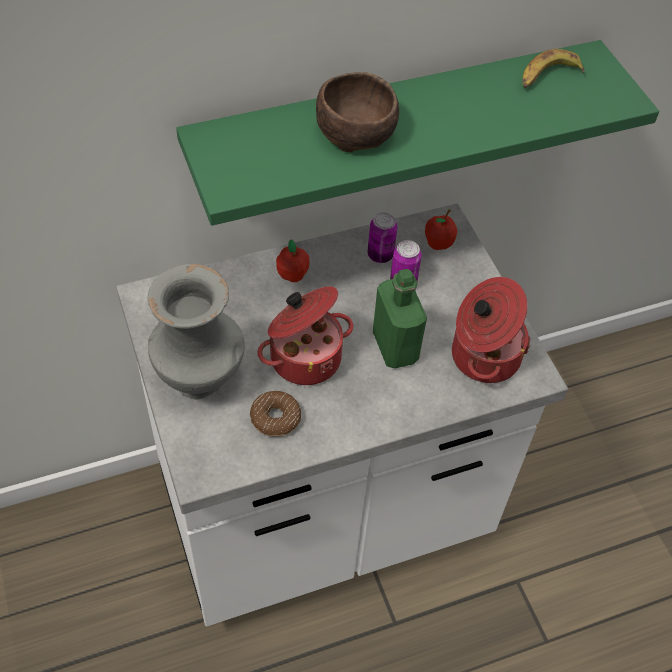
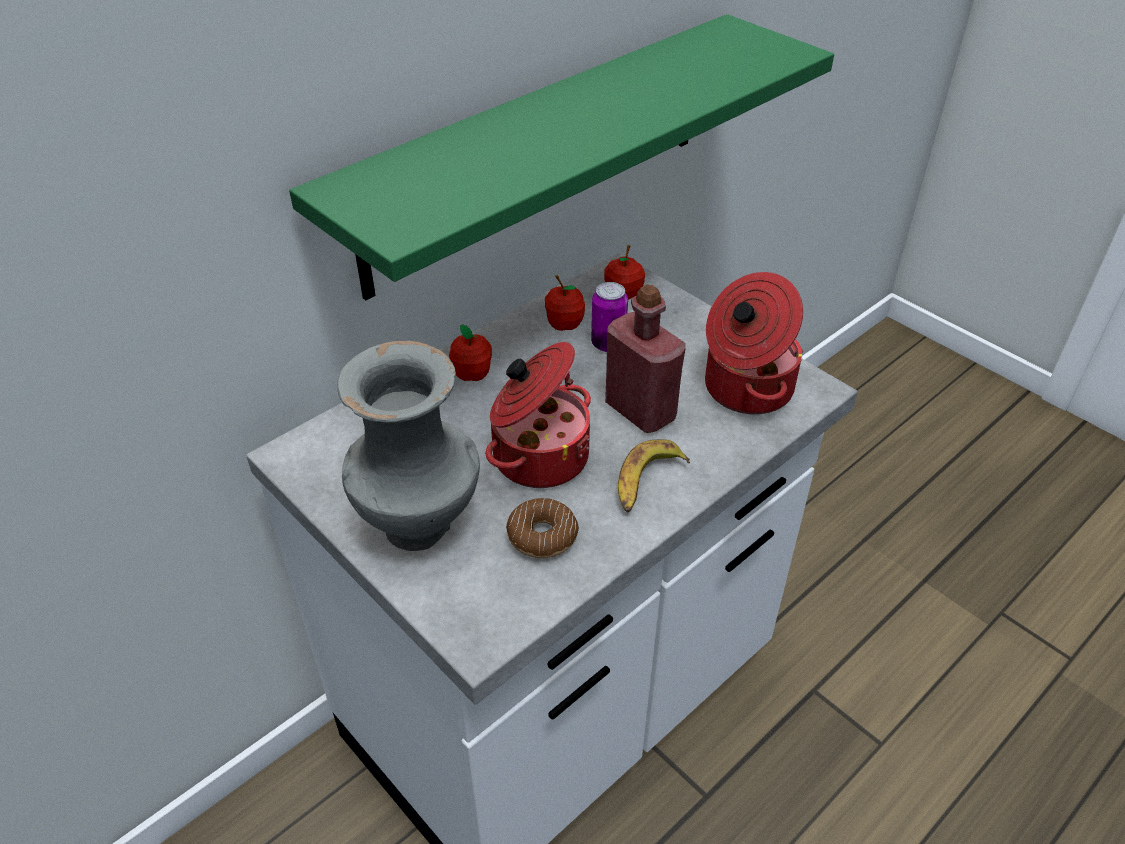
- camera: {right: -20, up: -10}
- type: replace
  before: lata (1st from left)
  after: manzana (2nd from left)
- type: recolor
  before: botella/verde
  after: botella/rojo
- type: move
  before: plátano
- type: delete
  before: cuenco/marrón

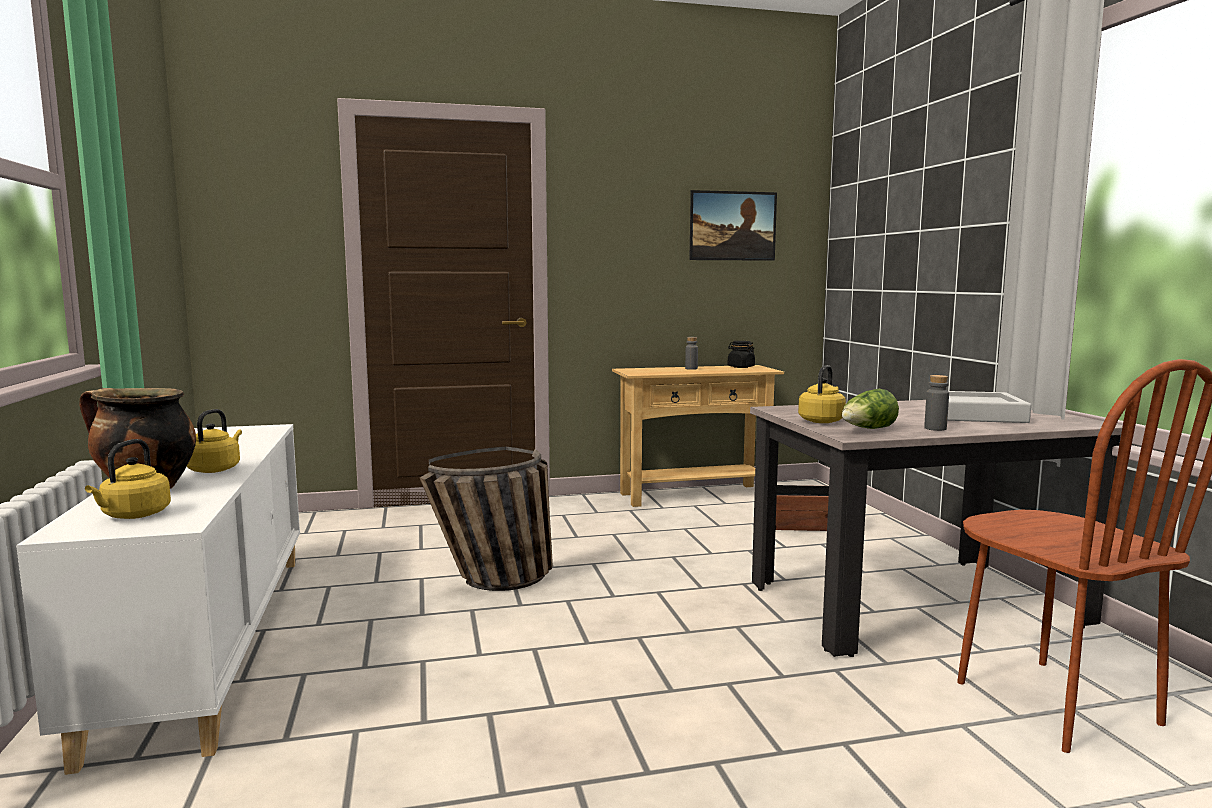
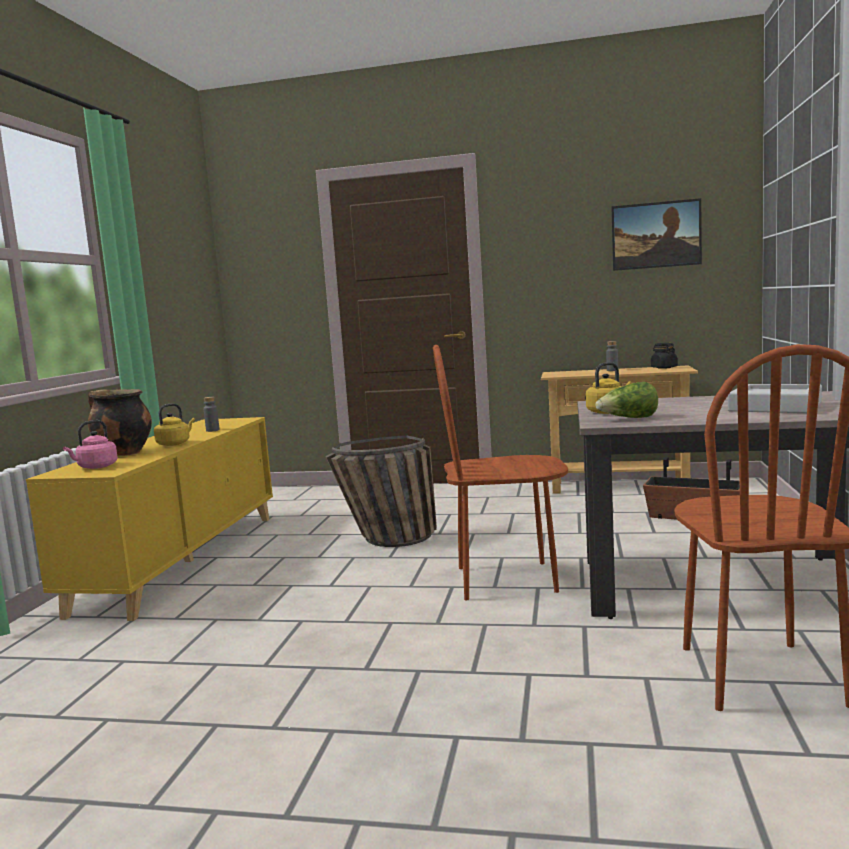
- camera: {right: 25, up: 0}
- type: recolor
  before: armario/blanco
  after: armario/amarillo
- type: recolor
  before: hervidor/amarillo (1st from left)
  after: hervidor/rosa
- type: move
  before: botella/gris (2nd from left in the first image)
  after: botella/gris (1st from left)
- type: insert
  after: silla/marrón (1st from left)

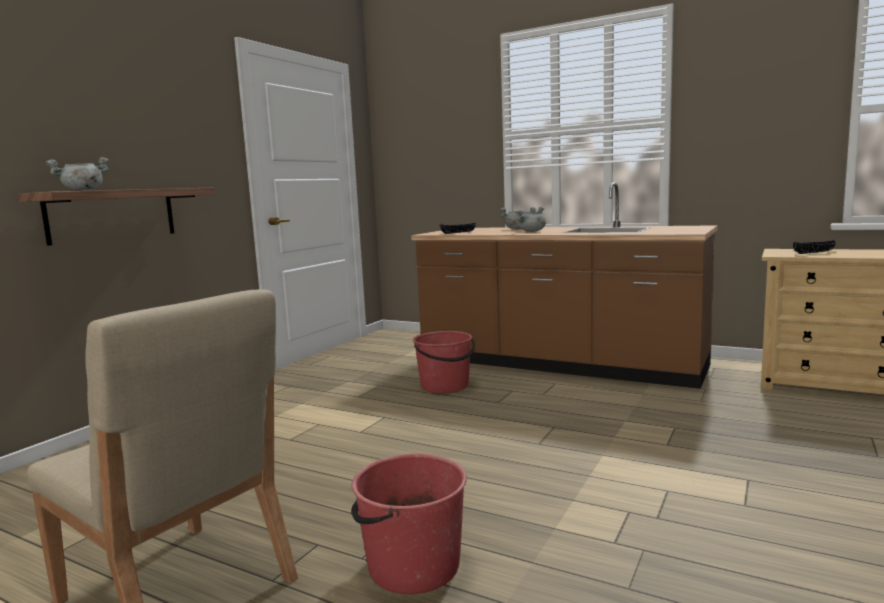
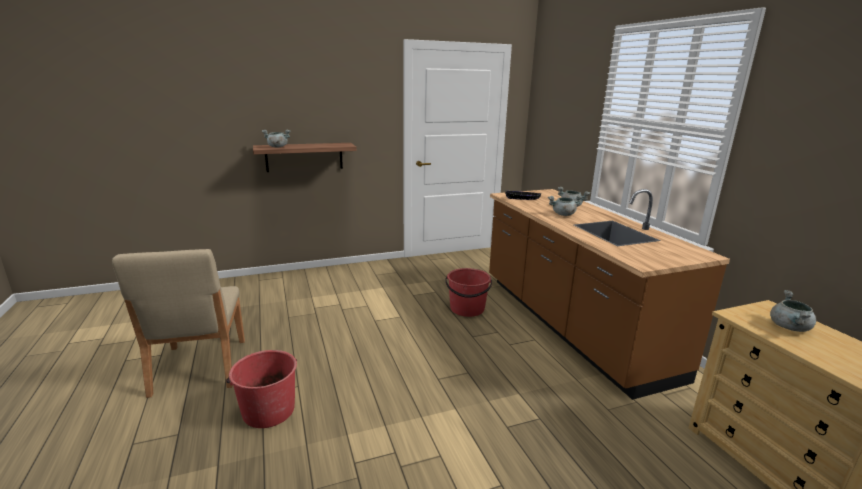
- camera: {right: 40, up: 10}
- type: replace
  before: cuenco/negro (2nd from left)
  after: olla/gris (4th from left)

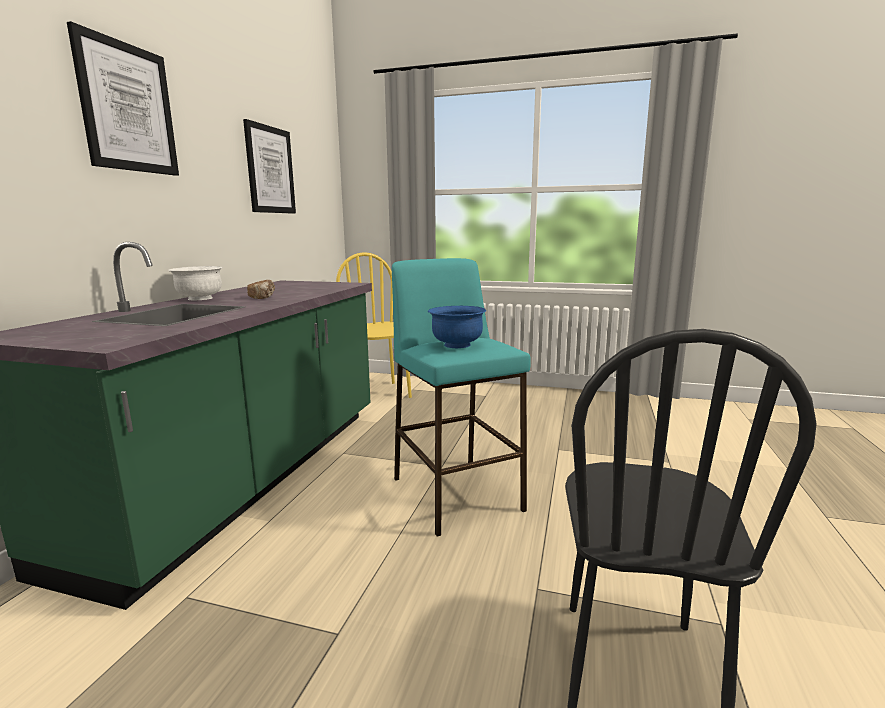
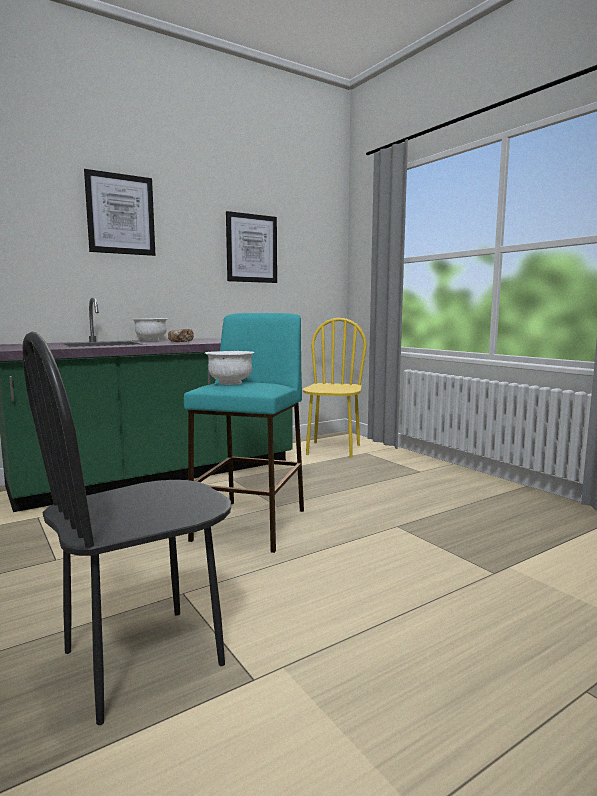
- camera: {right: 40, up: -5}
- type: recolor
  before: cuenco/azul
  after: cuenco/blanco (2nd from left)

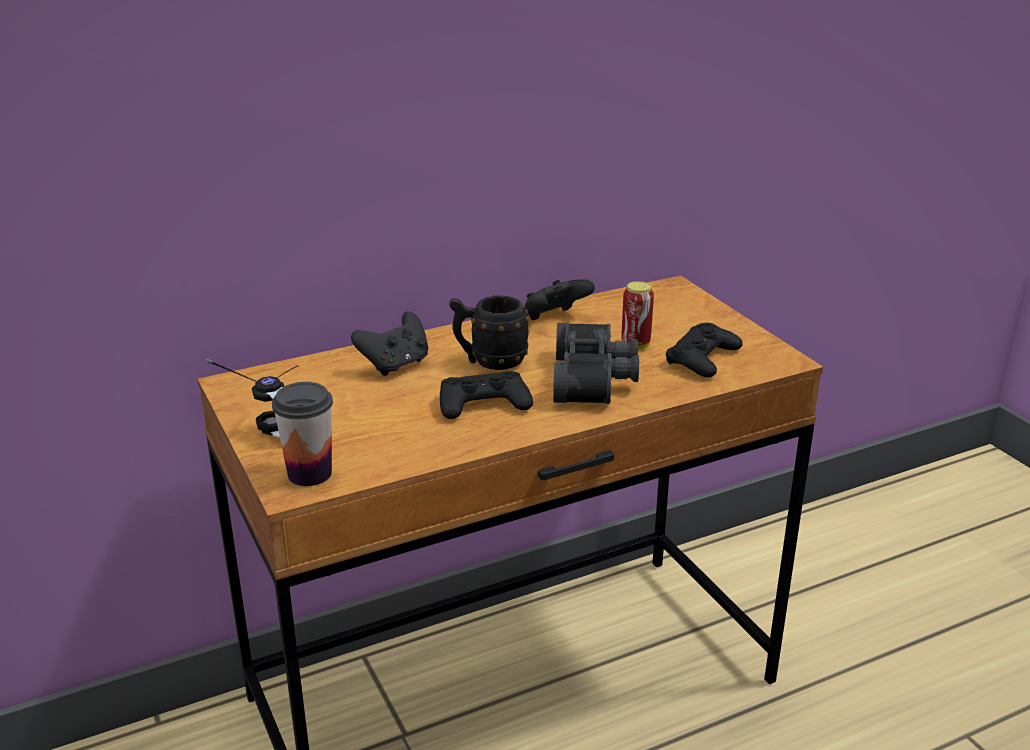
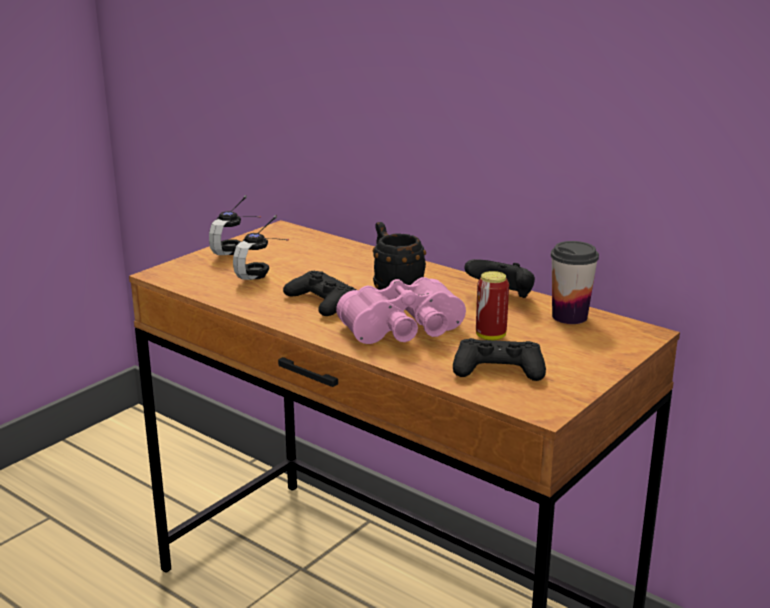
- camera: {right: 65, up: -5}
- type: insert
  after: auriculares (2nd from left)
- type: recolor
  before: prismáticos/negro
  after: prismáticos/rosa
- type: move
  before: taza
- type: delete
  before: mando de consola/negro (1st from left)

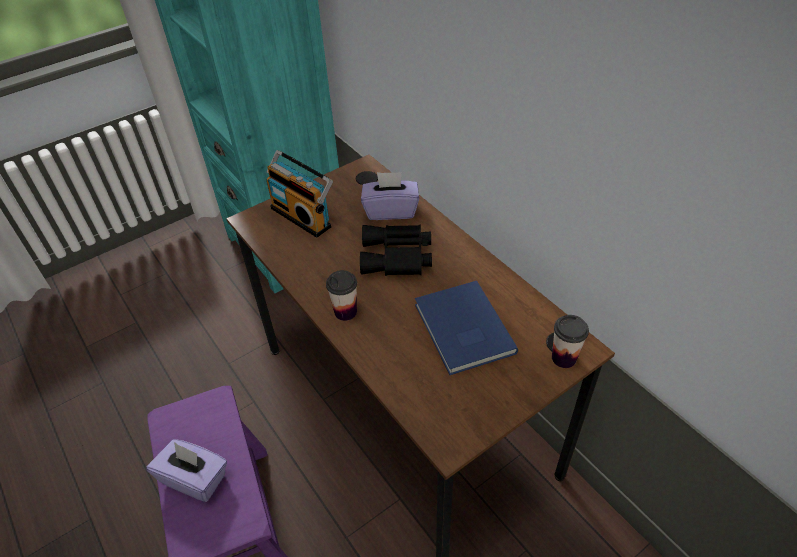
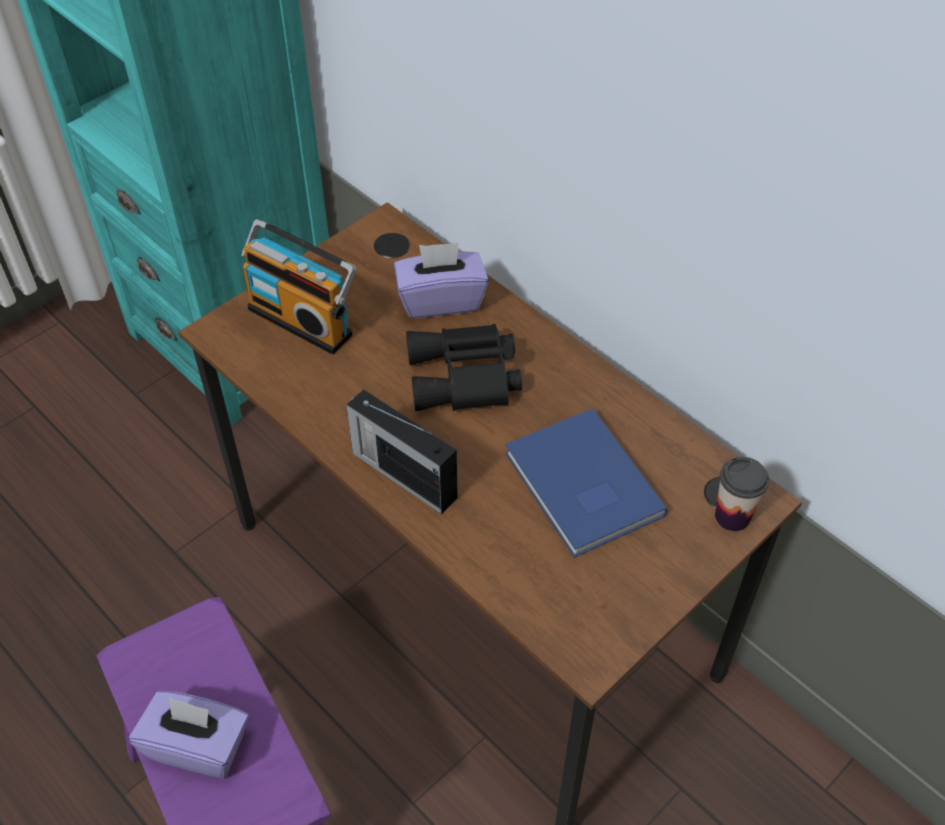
- camera: {right: -10, up: 5}
- type: replace
  before: taza (1st from left)
  after: radio (2nd from left)

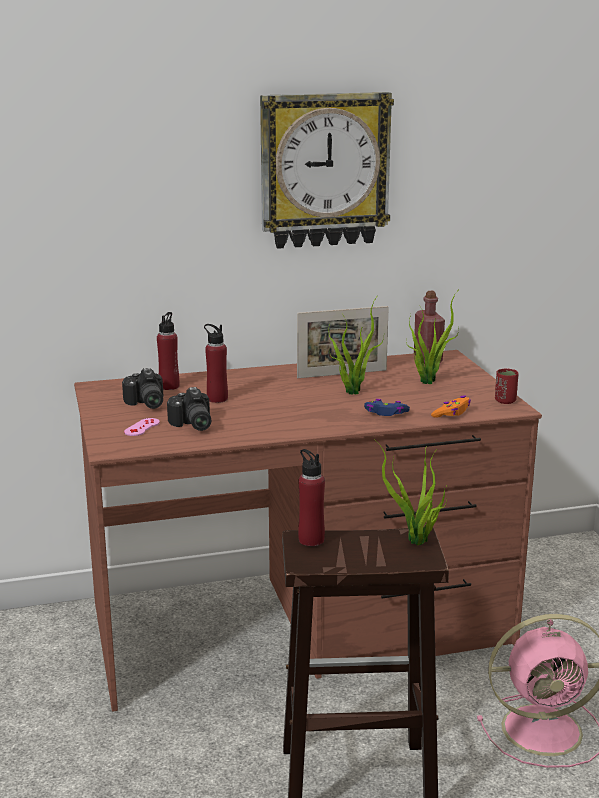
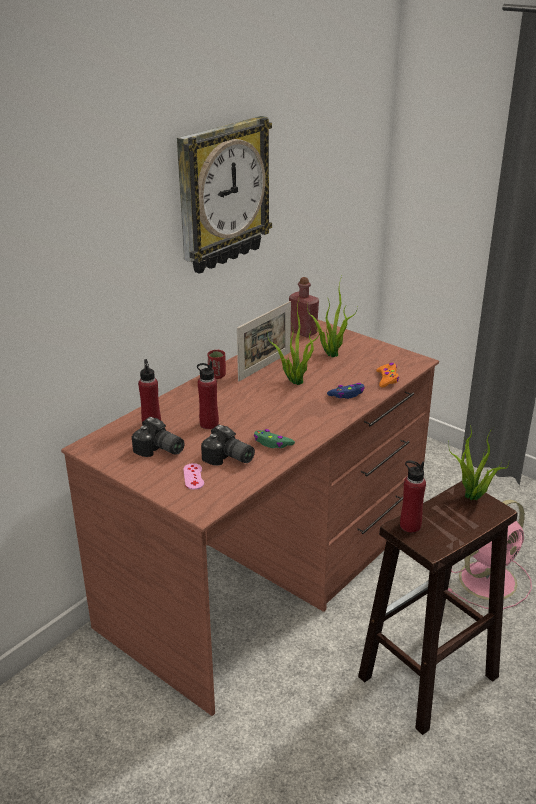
- camera: {right: -35, up: 10}
- type: move
  before: taza/rojo
- type: insert
  after: mando de consola/verde

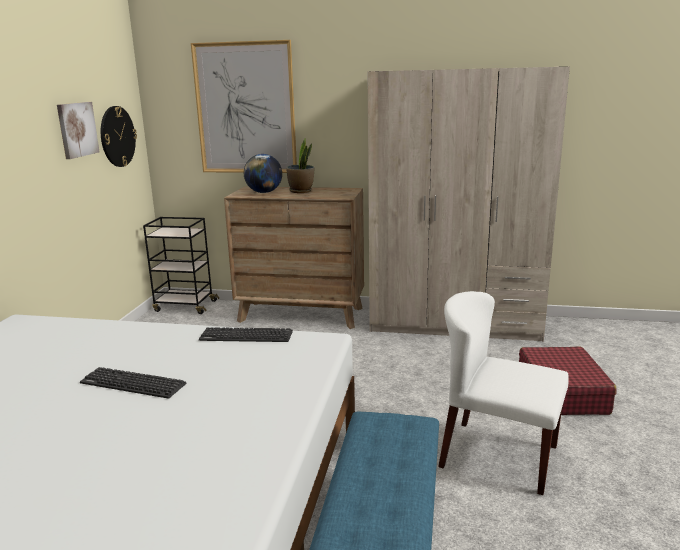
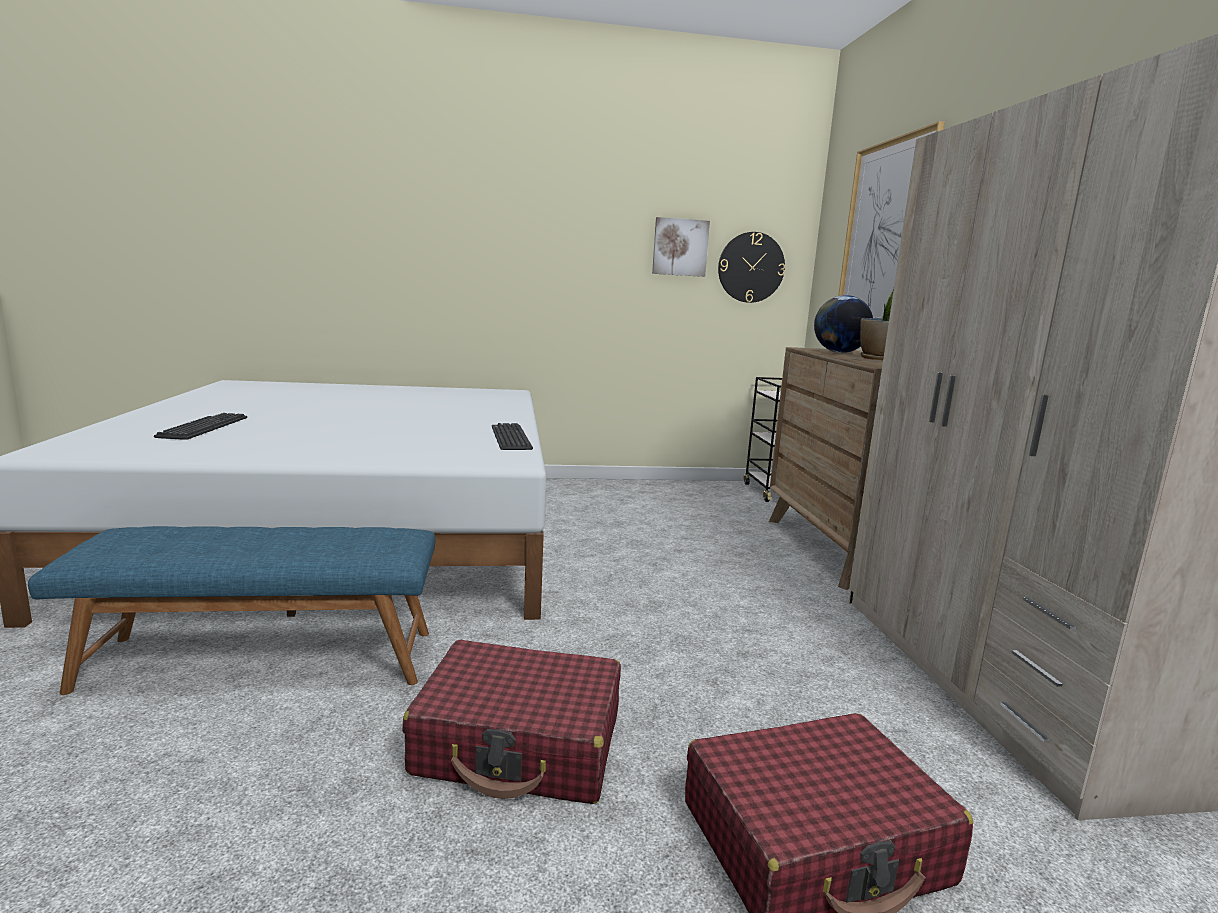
- camera: {right: 70, up: -5}
- type: move
  before: teclado (1st from left)
- type: replace
  before: silla/blanco
  after: maleta/rojo (1st from left)

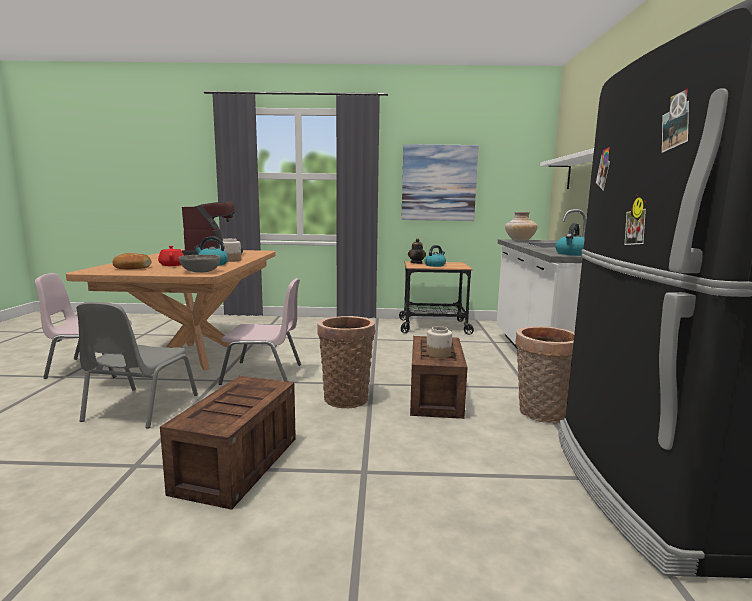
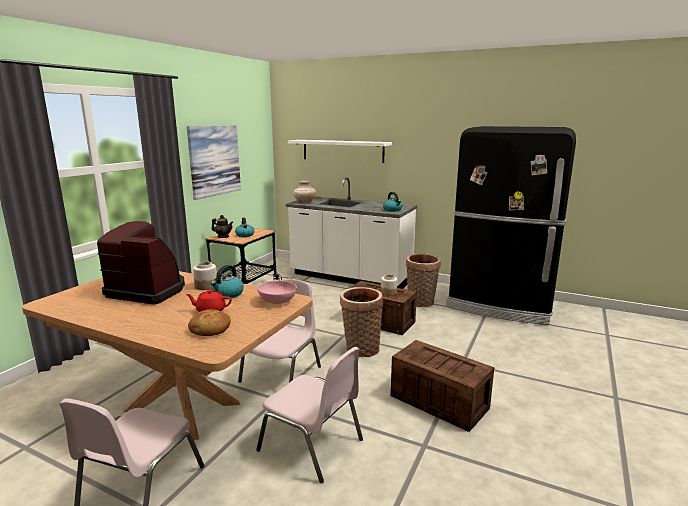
- camera: {right: -65, up: 5}
- type: recolor
  before: silla/gris
  after: silla/rosa (3rd from left)
- type: recolor
  before: cuenco/gris
  after: cuenco/rosa

